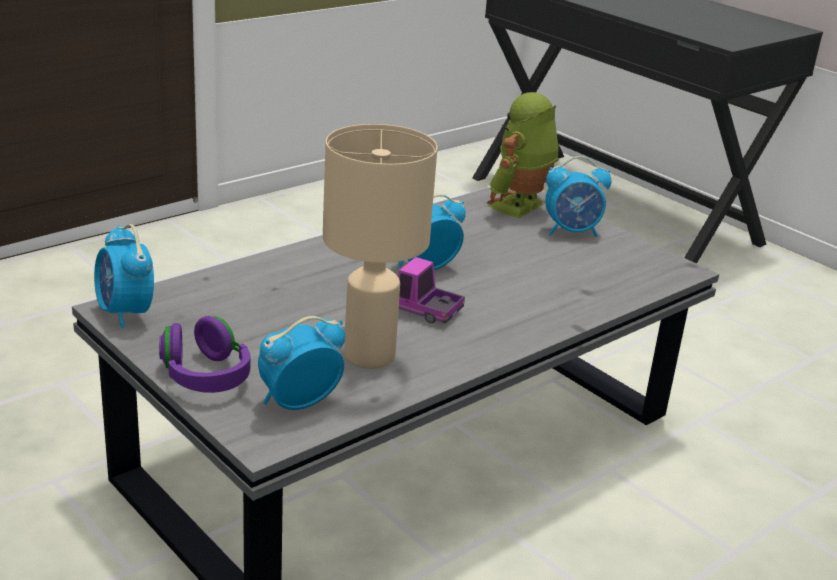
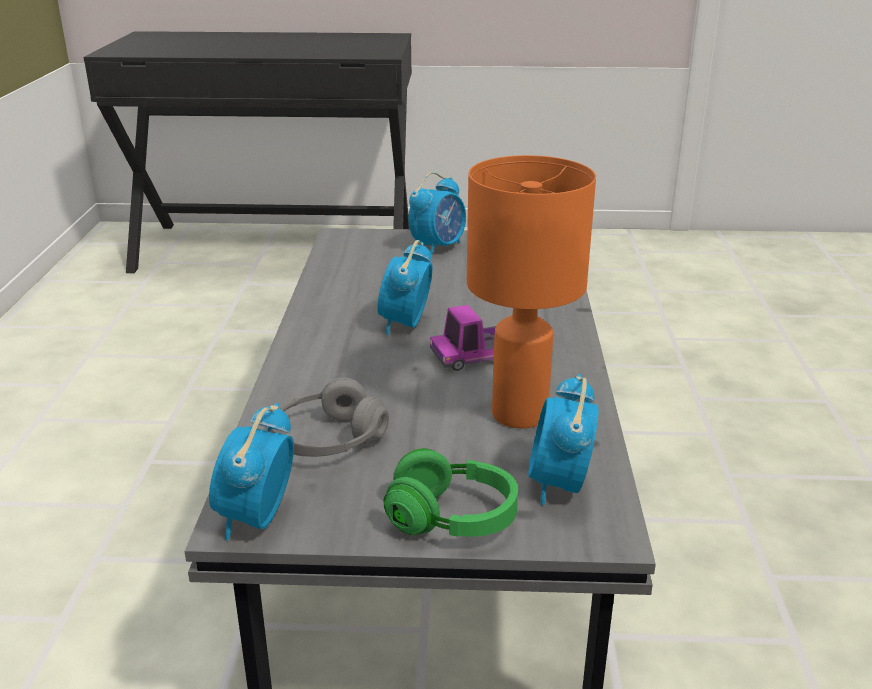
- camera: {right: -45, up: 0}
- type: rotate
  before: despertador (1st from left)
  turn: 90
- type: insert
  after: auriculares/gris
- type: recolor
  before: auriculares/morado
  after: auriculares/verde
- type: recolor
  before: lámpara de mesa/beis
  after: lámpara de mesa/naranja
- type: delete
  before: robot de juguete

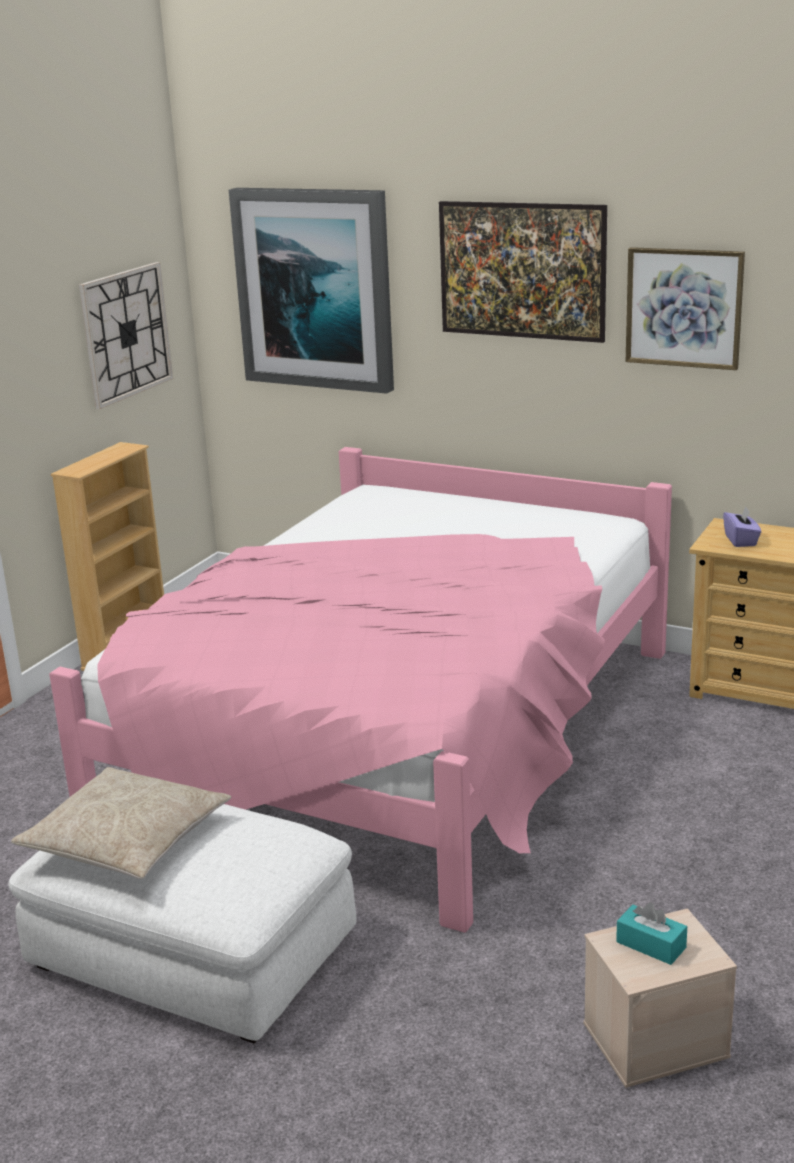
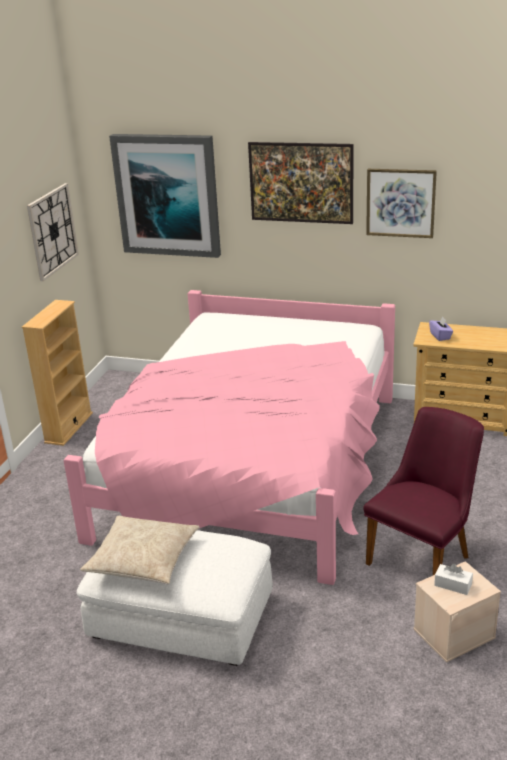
- camera: {right: -10, up: 5}
- type: insert
  after: silla/morado
- type: recolor
  before: caja de pañuelos/turquesa
  after: caja de pañuelos/blanco

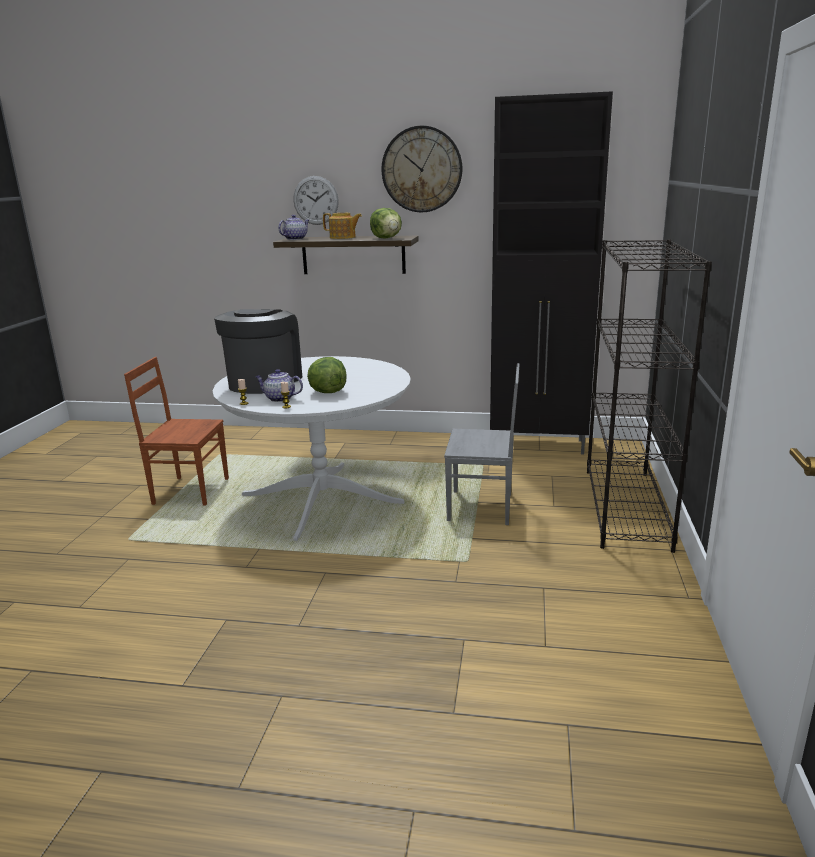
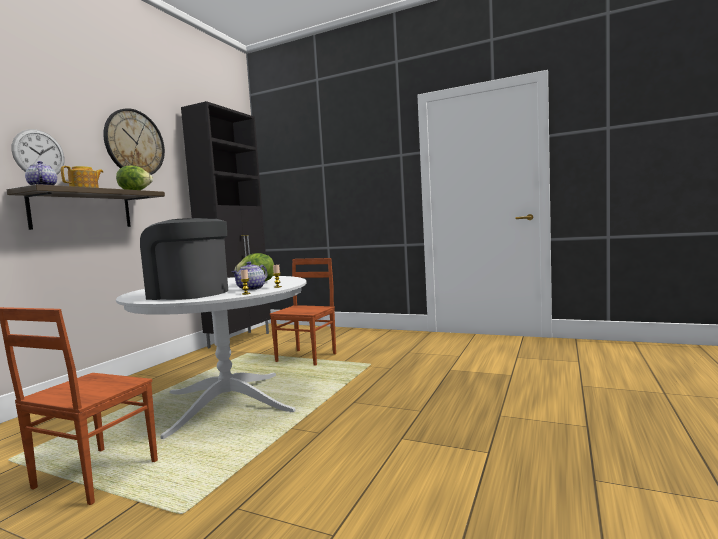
- camera: {right: -75, up: -15}
- type: recolor
  before: silla/gris
  after: silla/marrón (2nd from left)
- type: delete
  before: estantería/negro

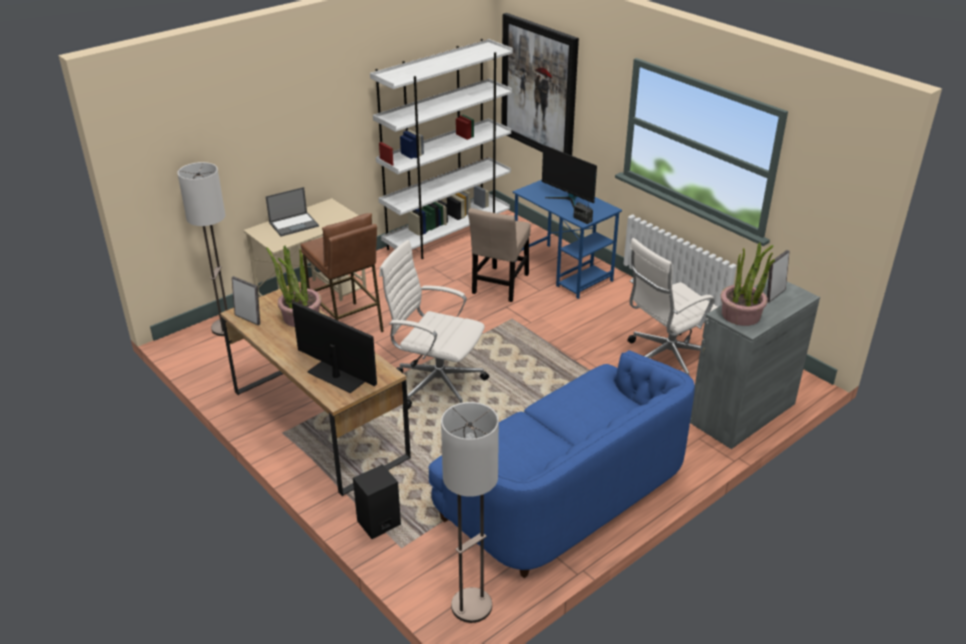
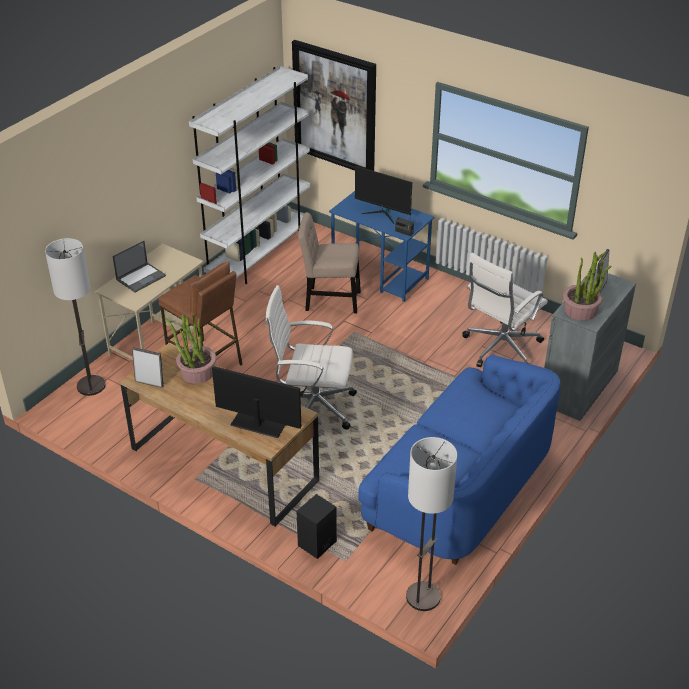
- camera: {right: -15, up: 5}
- type: rotate
  before: silla/beis
  turn: 90

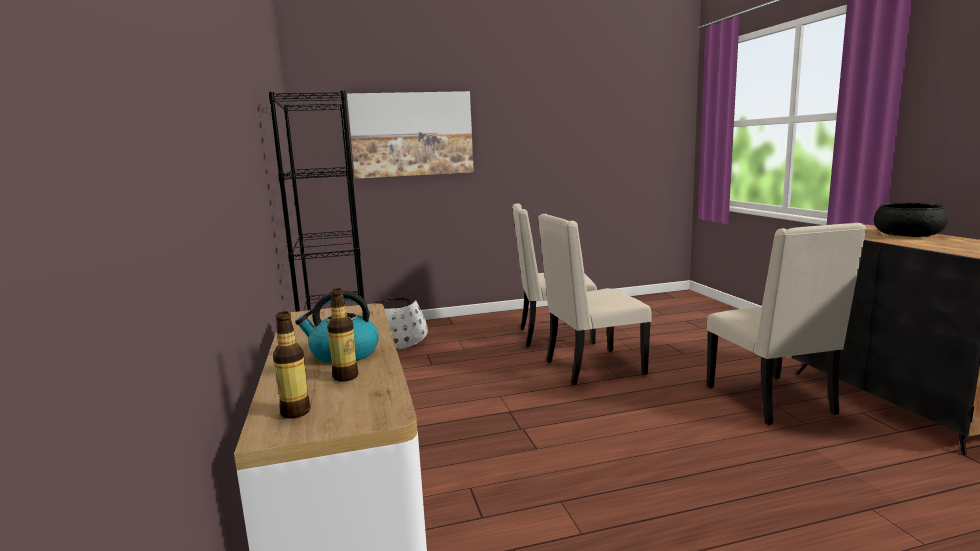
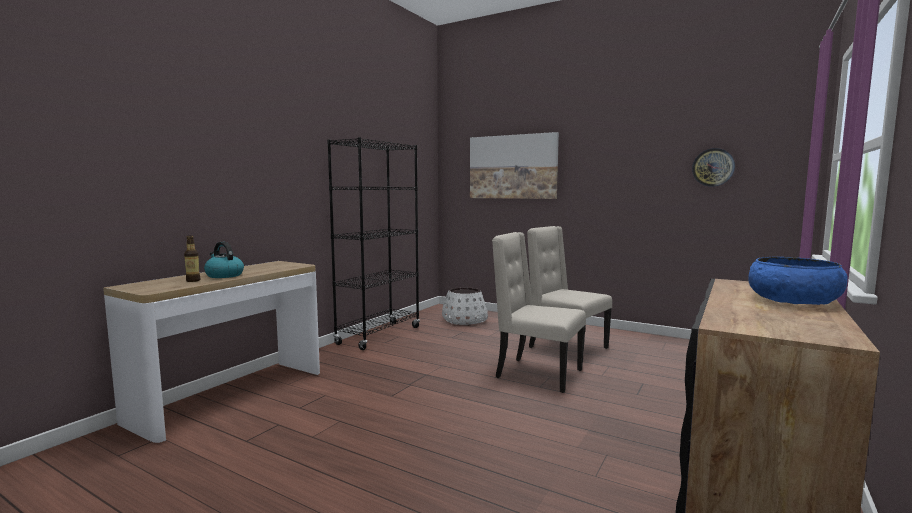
- camera: {right: 45, up: -5}
- type: insert
  after: reloj de pared
- type: recolor
  before: cuenco/negro
  after: cuenco/azul
- type: delete
  before: botella (1st from left)
- type: delete
  before: silla/beis (3rd from left)

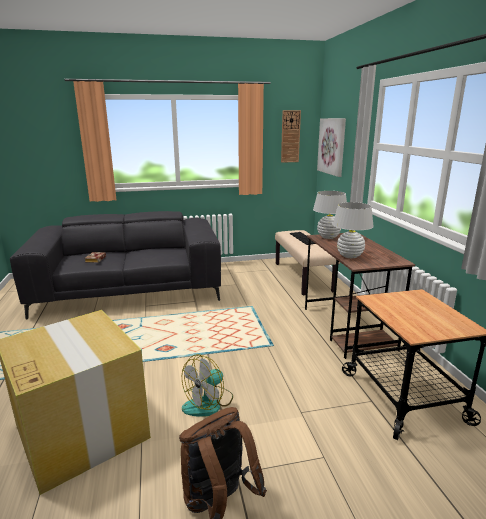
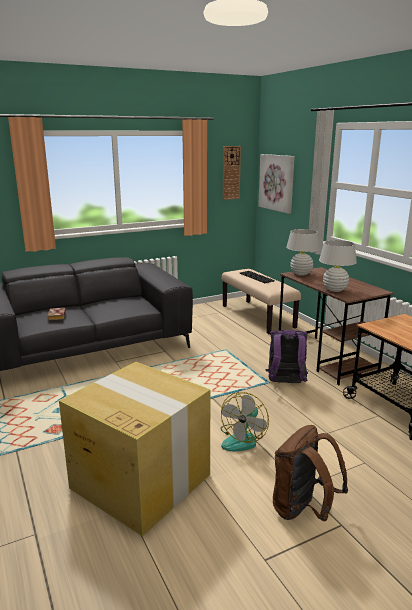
- camera: {right: -15, up: 0}
- type: insert
  after: mochila/morado

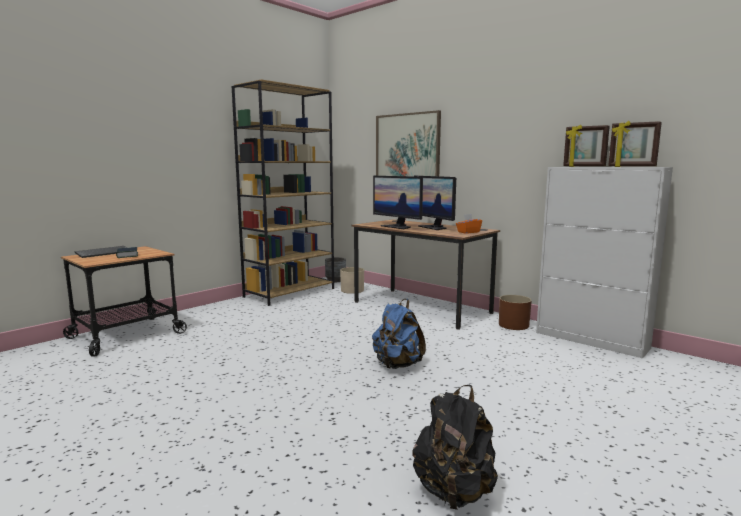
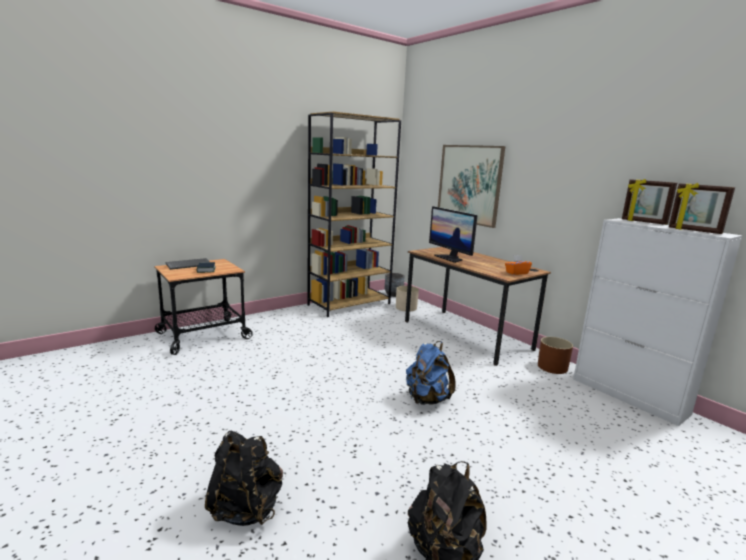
- camera: {right: 10, up: 5}
- type: insert
  after: mochila/negro (1st from left)
- type: delete
  before: monitor (2nd from left)

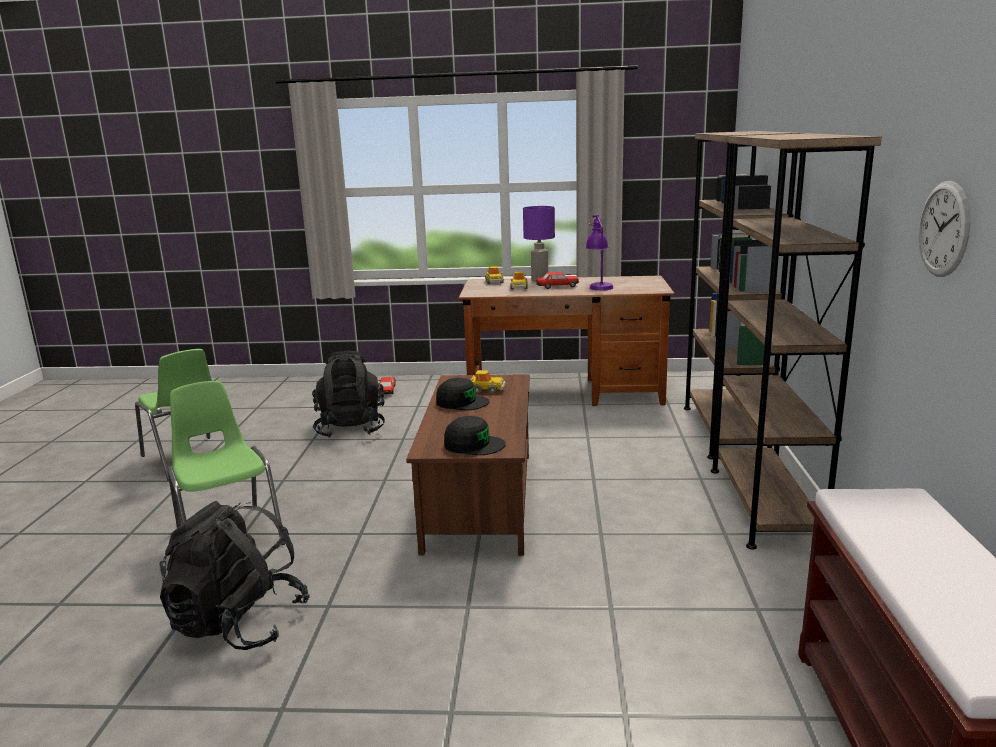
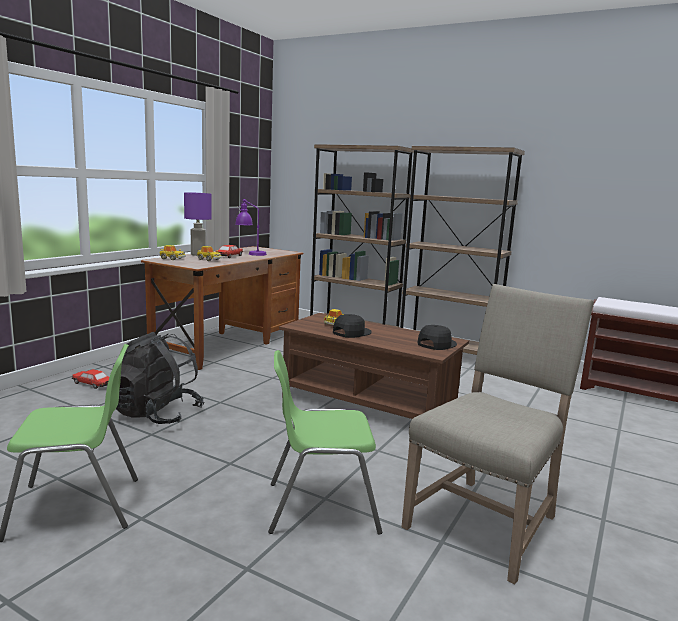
- camera: {right: -65, up: -5}
- type: replace
  before: mochila/negro (1st from left)
  after: silla/beis
- type: delete
  before: reloj de pared

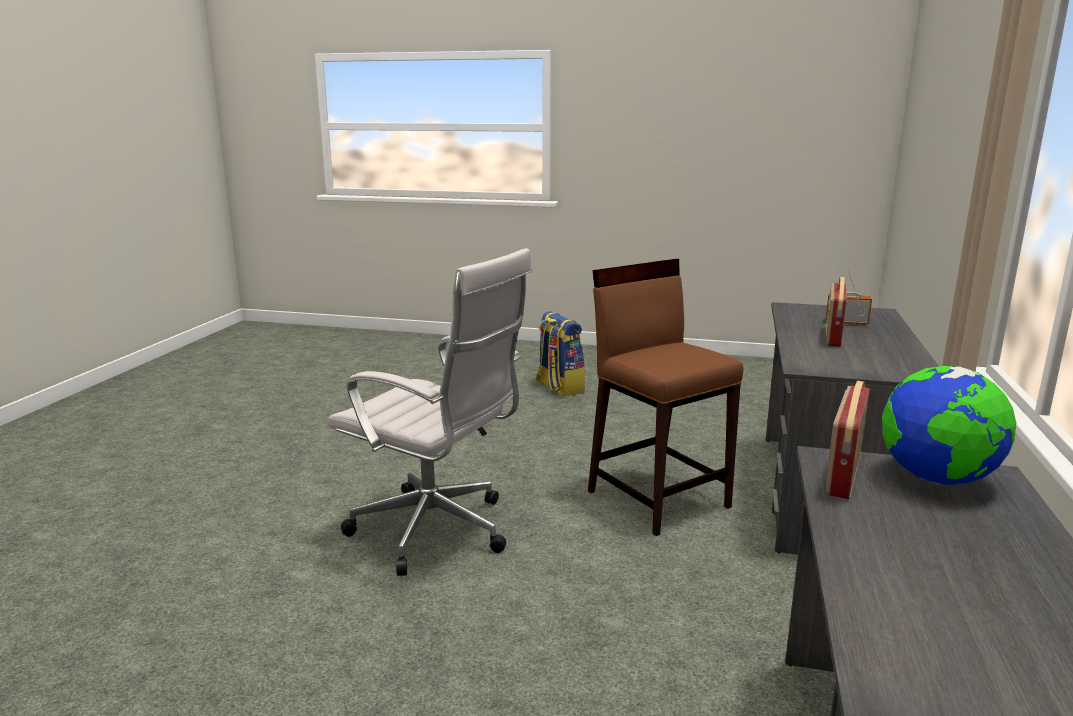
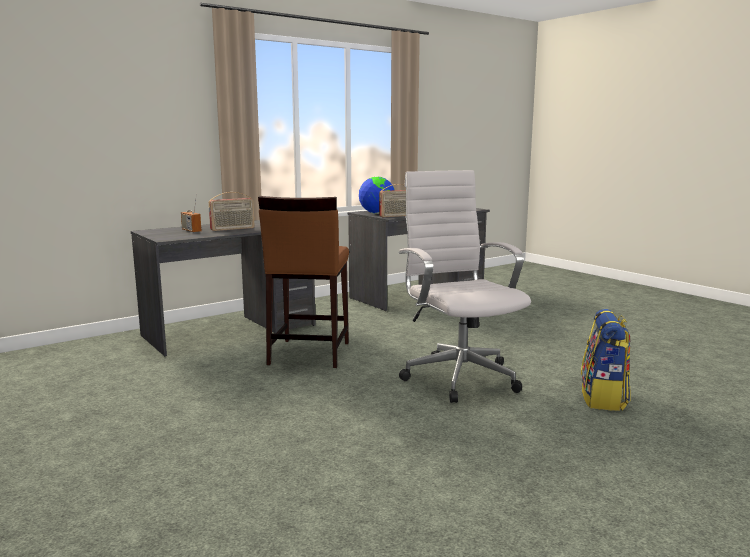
- camera: {right: -140, up: -5}
- type: move
  before: mochila

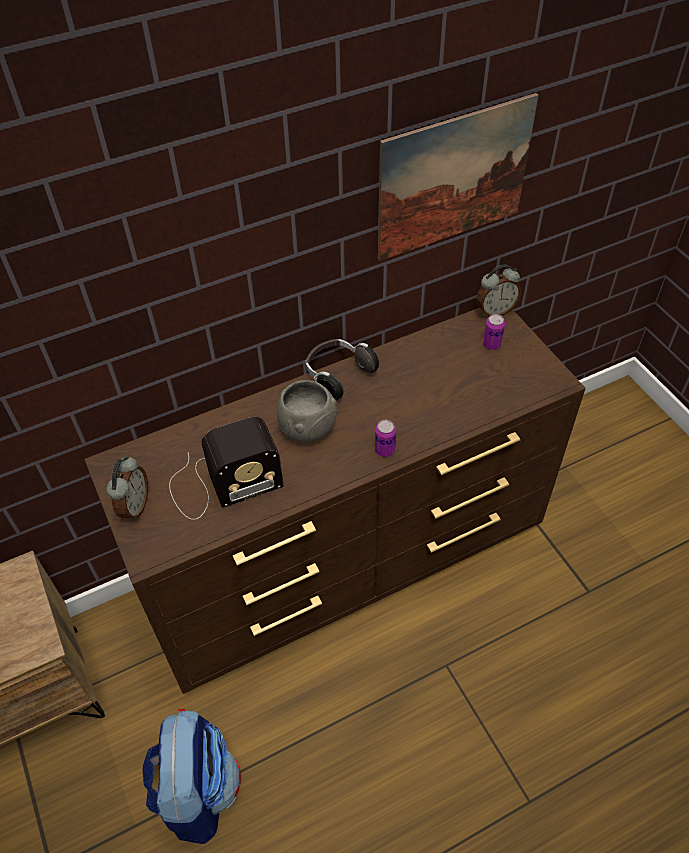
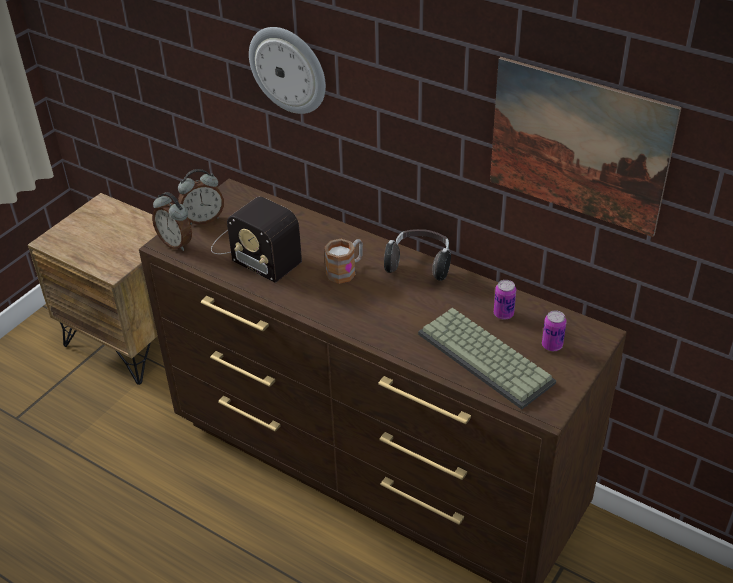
- camera: {right: 60, up: -10}
- type: move
  before: despertador (2nd from left in the first image)
  after: despertador (1st from left)
- type: insert
  after: reloj de pared
- type: replace
  before: cuenco/gris
  after: taza grande
- type: insert
  after: teclado
- type: move
  before: lata (1st from left)
- type: delete
  before: mochila

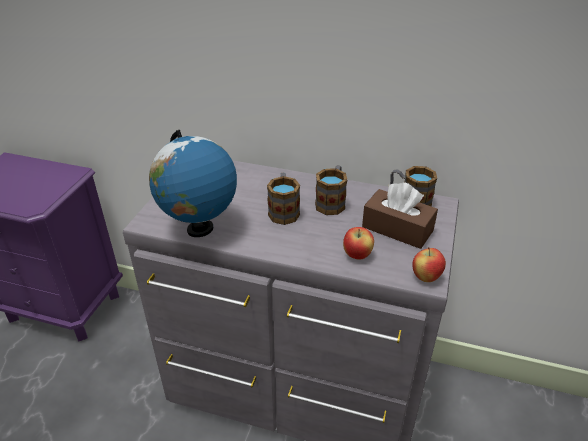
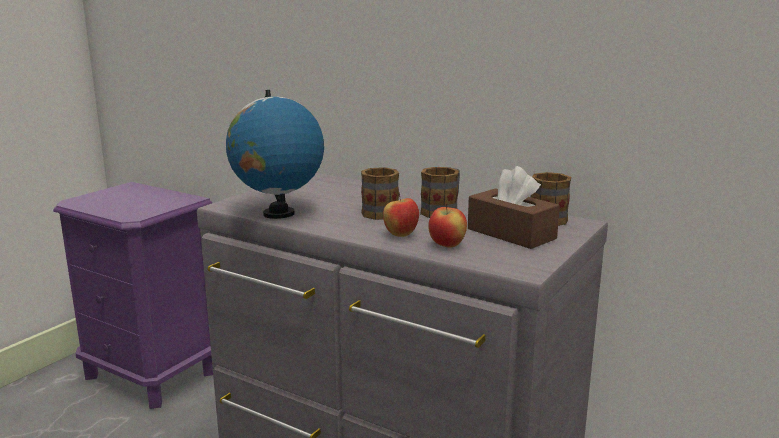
- camera: {right: 15, up: -20}
- type: move
  before: manzana (2nd from left in the first image)
  after: manzana (1st from left)

